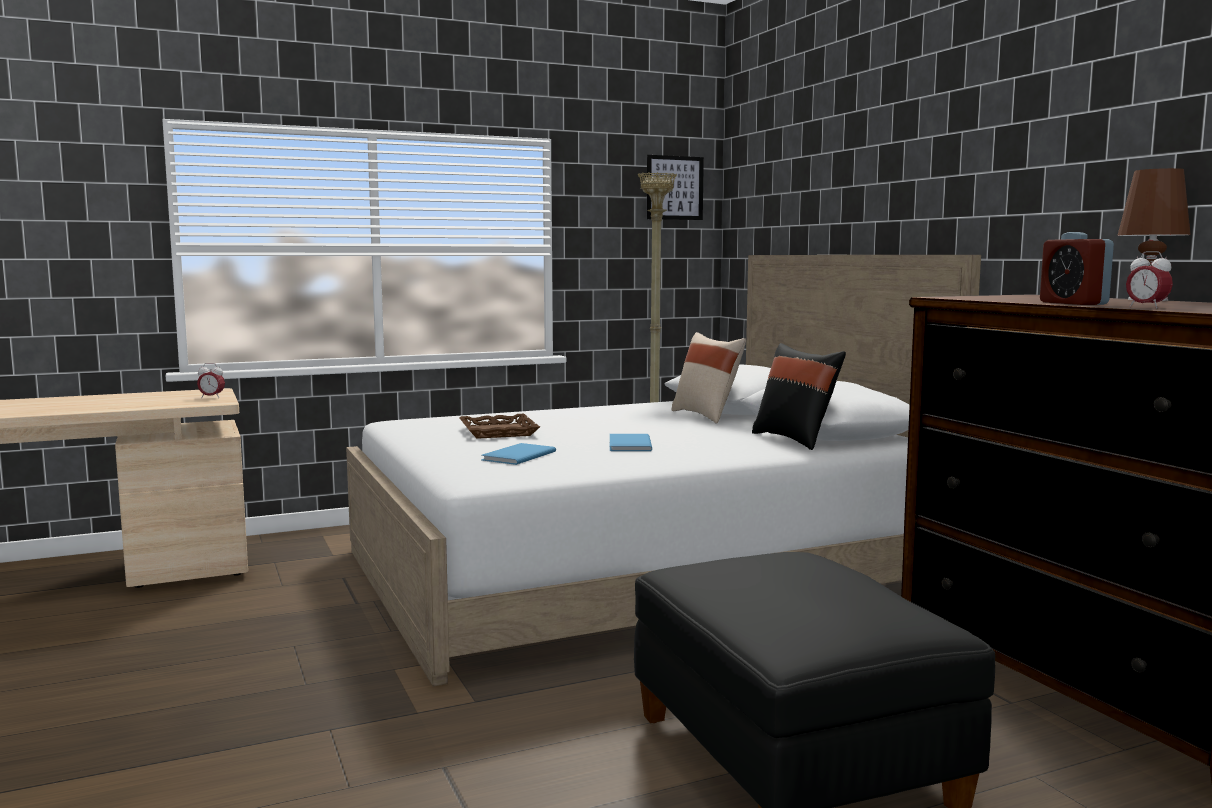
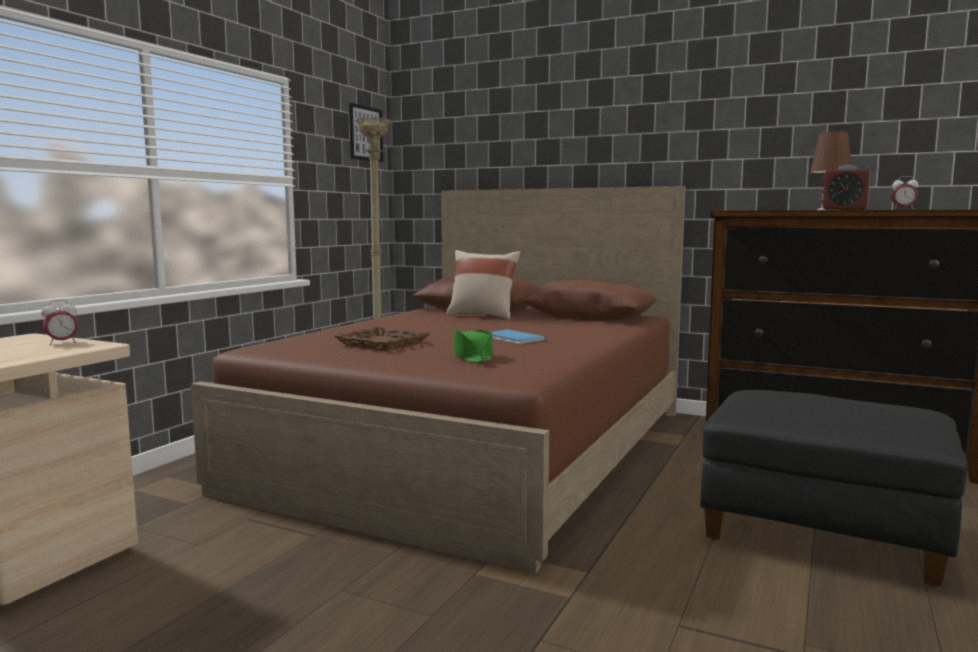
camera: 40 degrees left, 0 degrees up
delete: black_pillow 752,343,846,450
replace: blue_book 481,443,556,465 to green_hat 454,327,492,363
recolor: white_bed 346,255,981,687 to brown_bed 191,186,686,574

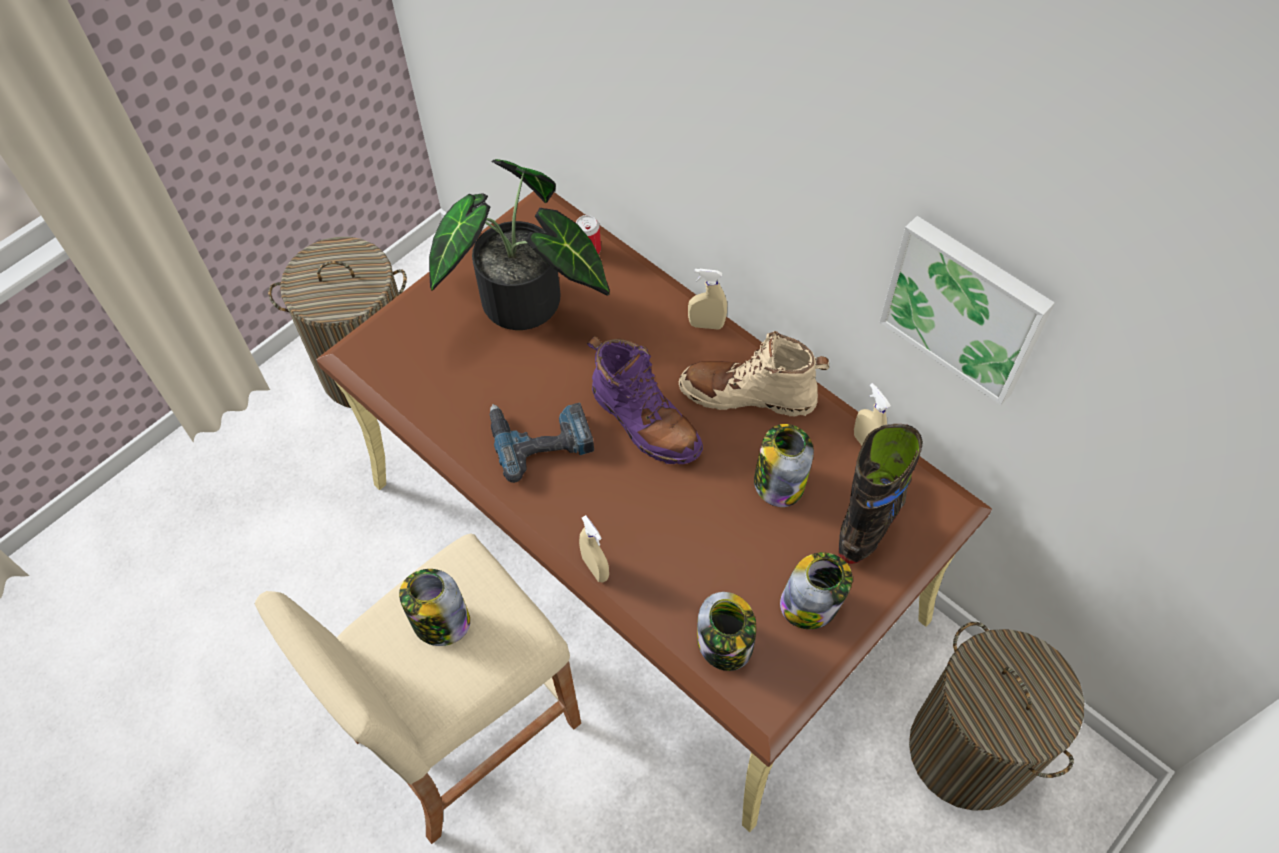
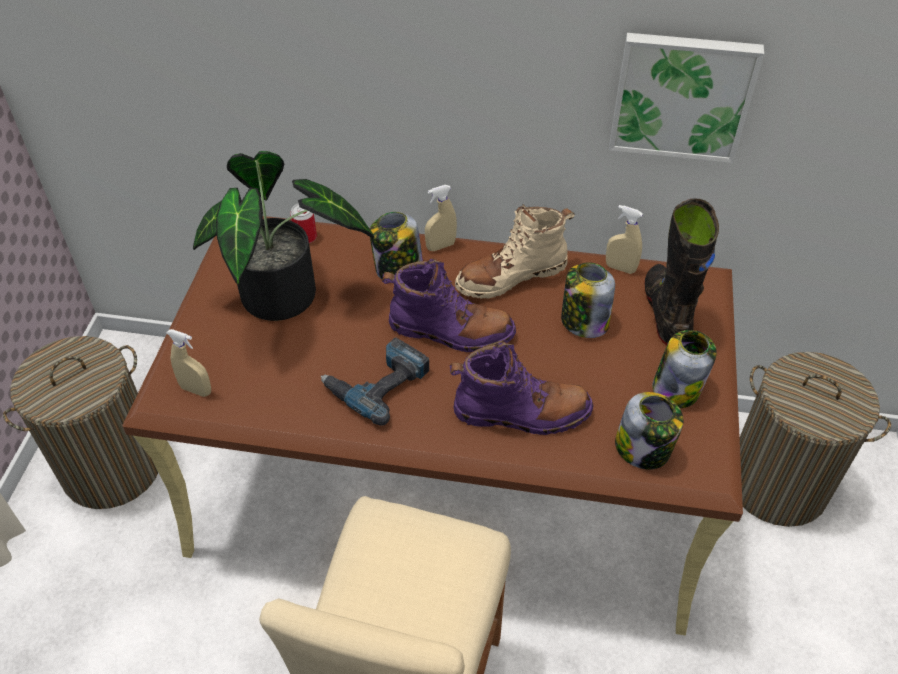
camera: 35 degrees left, 10 degrees down
insert: purple_boot 450,341,593,435
move: jar 399,569,470,646 to 370,212,423,279; beige_spray_bottle 579,515,609,583 to 167,329,211,397

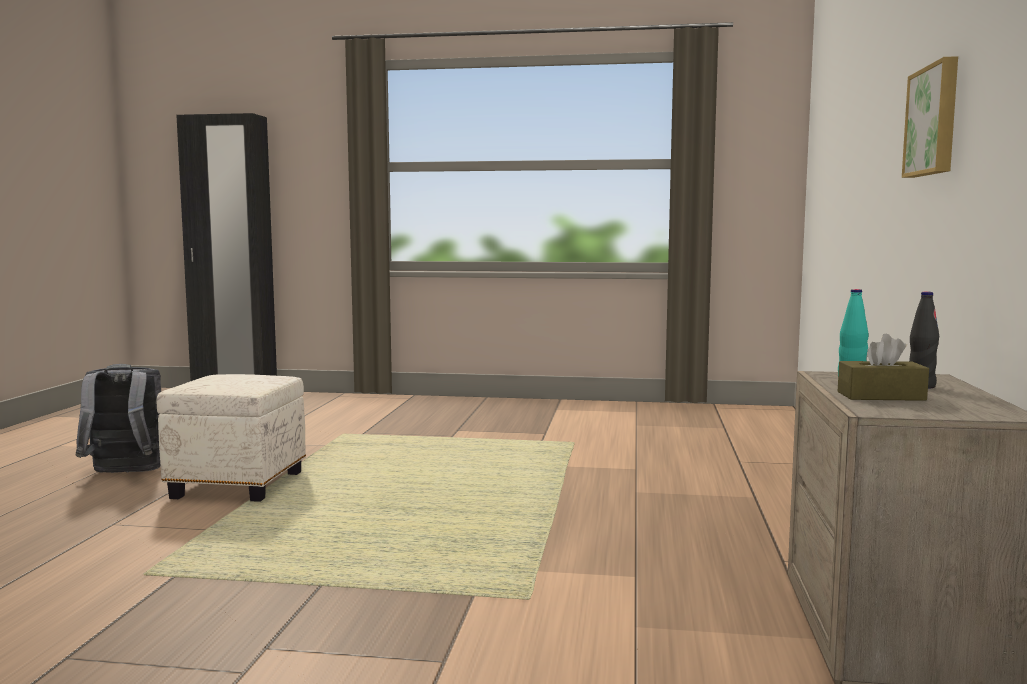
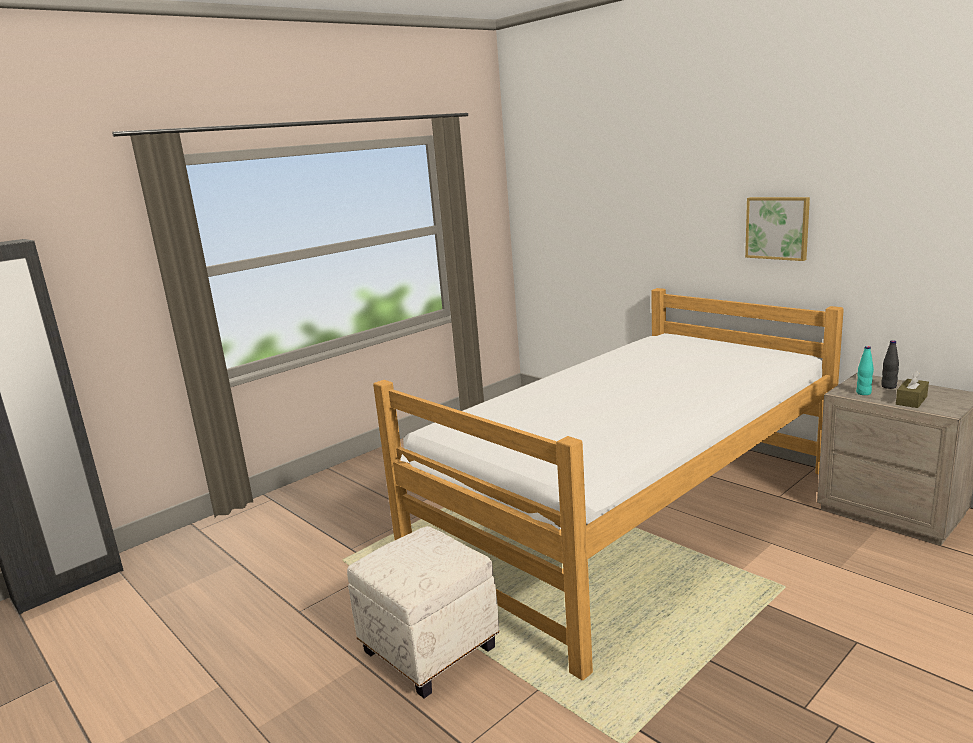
camera: 50 degrees left, 10 degrees up
delete: grey_backpack 76,364,161,473
insert: bed 373,288,844,680

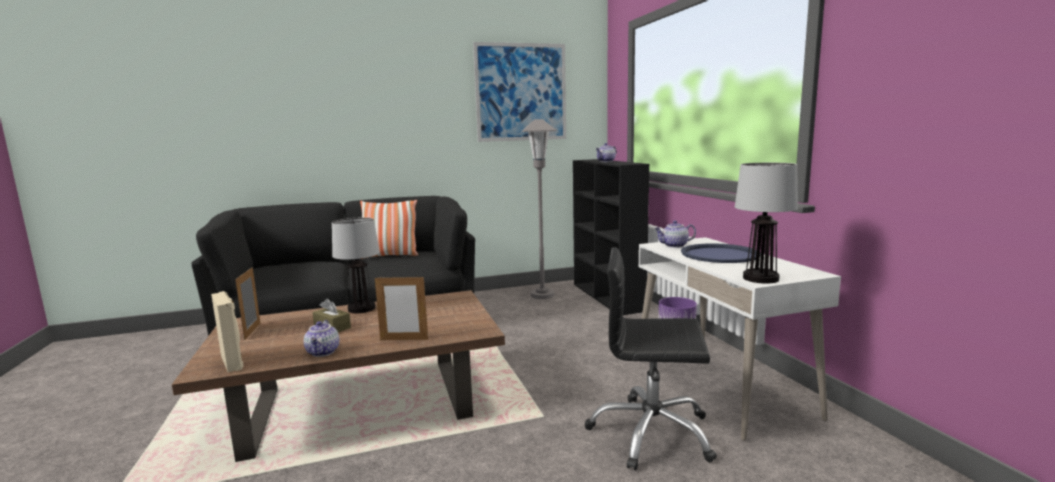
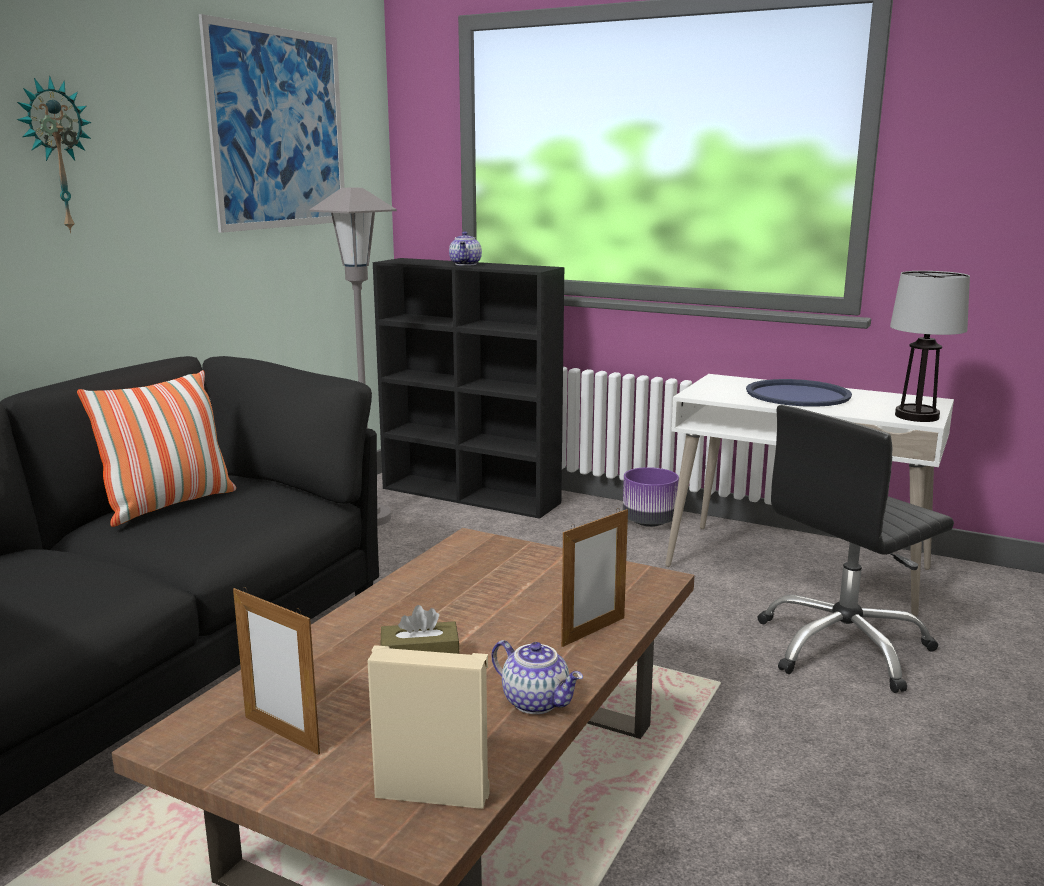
camera: 45 degrees left, 5 degrees up
delete: table_lamp 332,218,380,313; teapot 654,220,696,248
insert: wall_clock 17,76,91,233

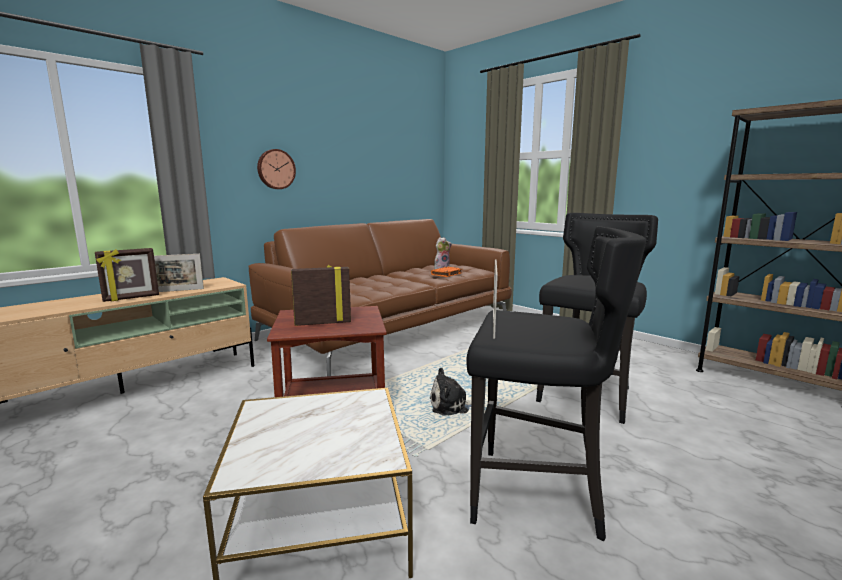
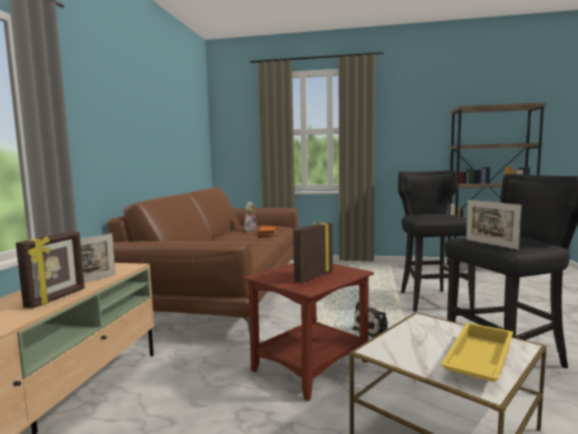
camera: 35 degrees left, 5 degrees down
delete: wall_clock 257,149,296,189
insert: yellow_tray 441,323,513,382

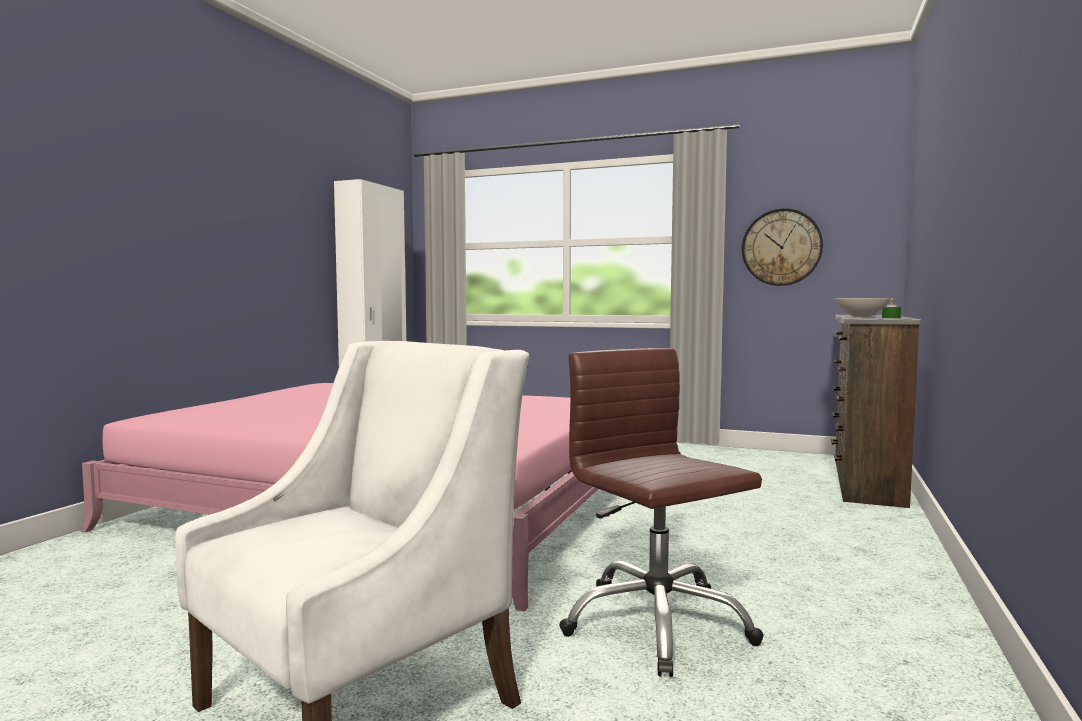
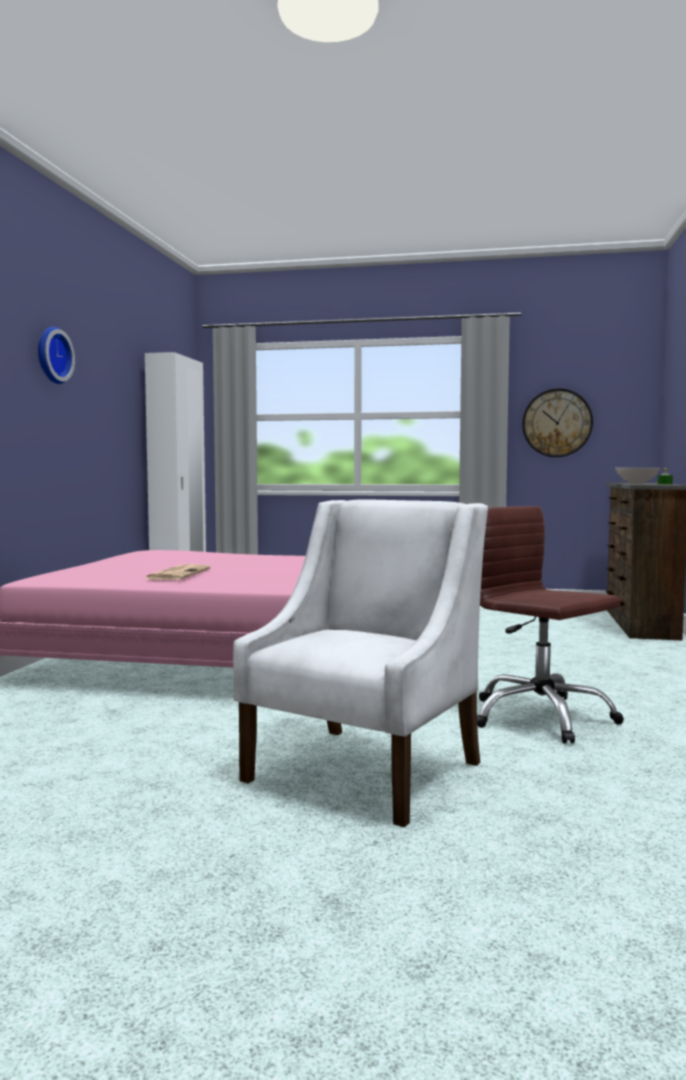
camera: 10 degrees left, 0 degrees up
insert: wall_clock 38,327,75,384; newspaper 145,564,210,580

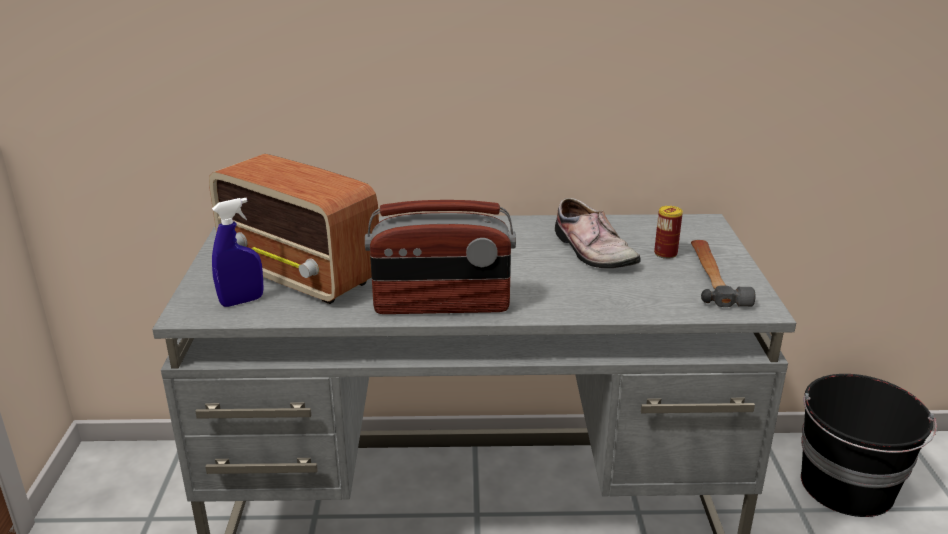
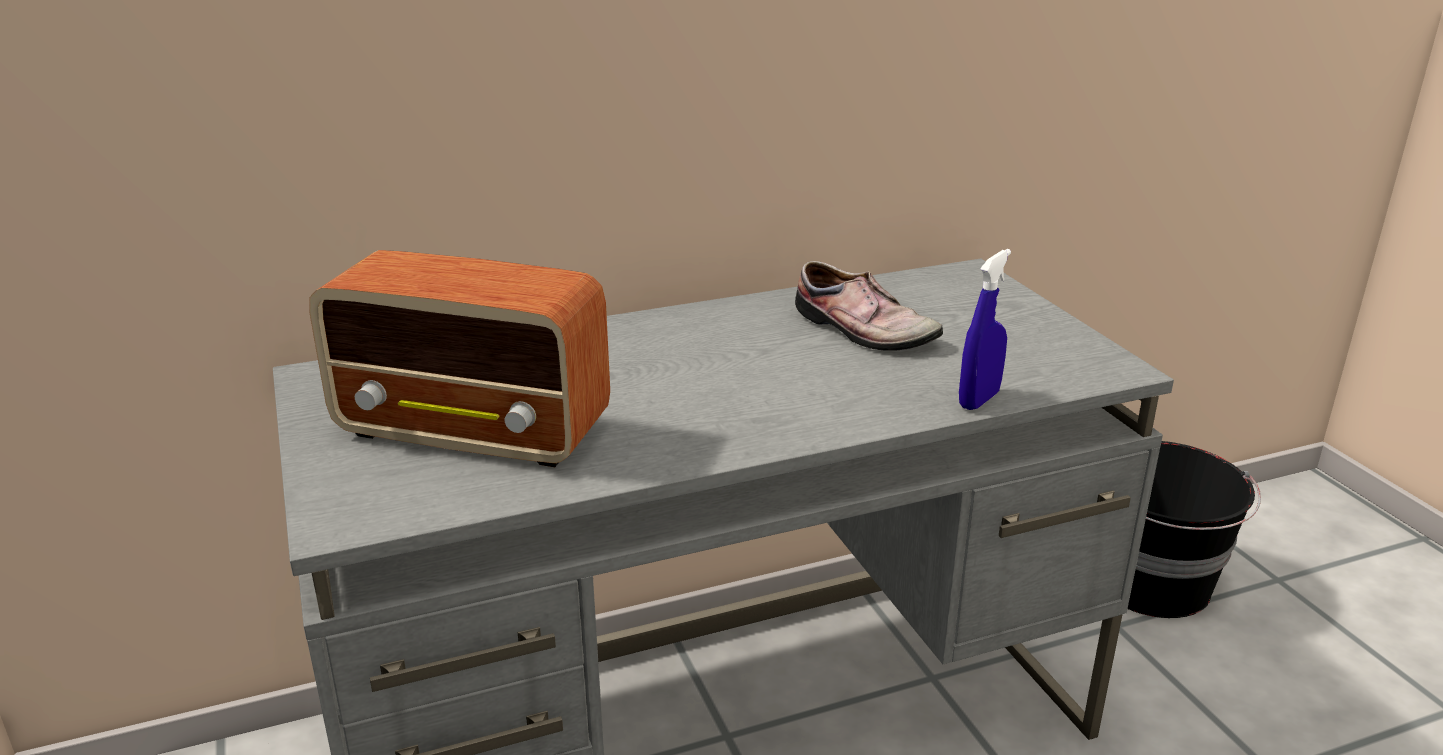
camera: 20 degrees left, 0 degrees up
delete: radio 365,200,516,314; can 654,206,683,259; hammer 691,240,755,307
move: blue_spray_bottle 212,198,264,307 to 959,249,1011,410

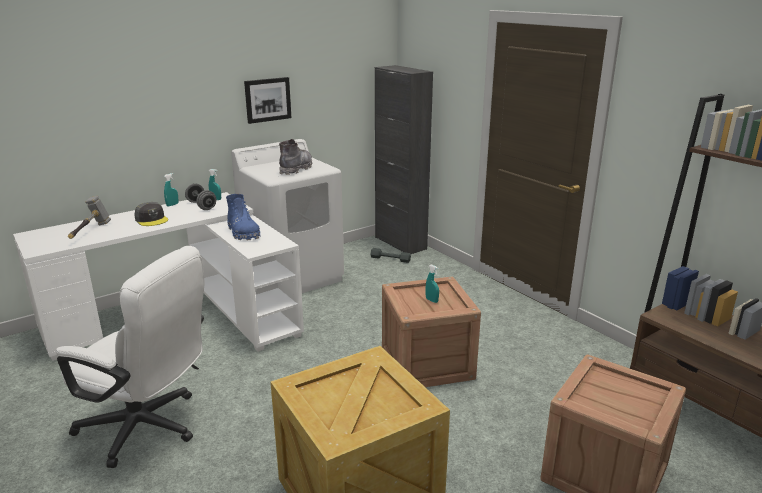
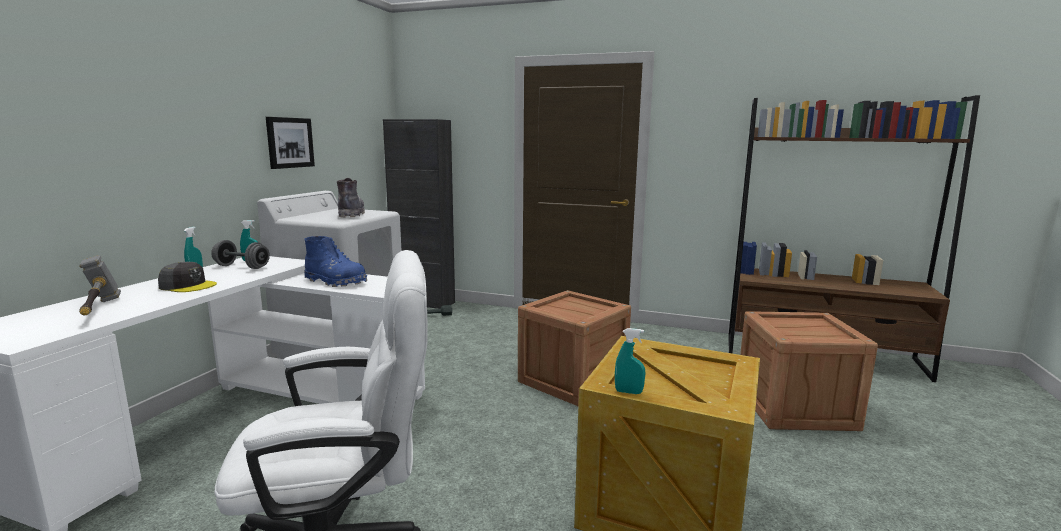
camera: 35 degrees left, 10 degrees down
move: turquoise_spray_bottle 425,264,439,303 to 615,328,645,394

